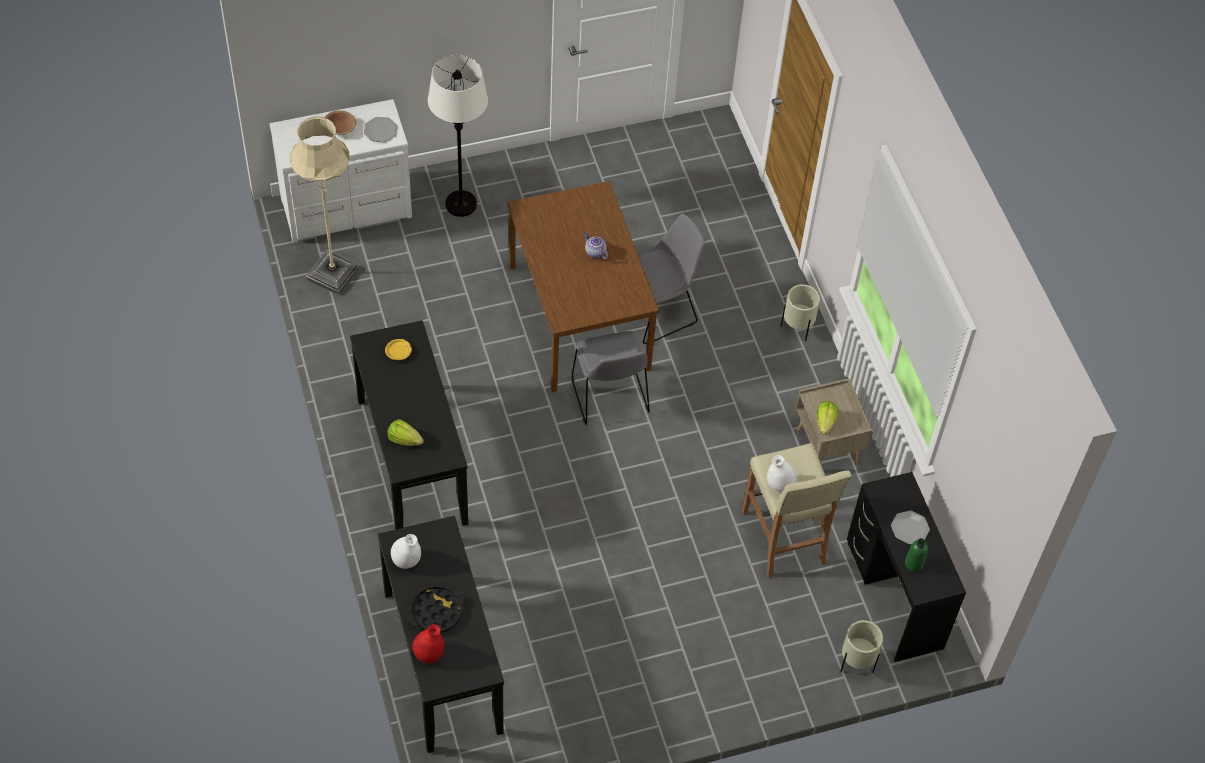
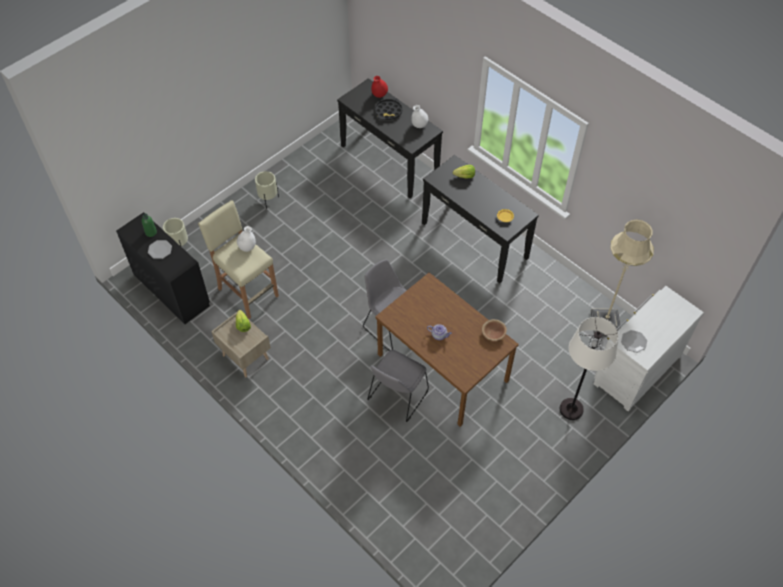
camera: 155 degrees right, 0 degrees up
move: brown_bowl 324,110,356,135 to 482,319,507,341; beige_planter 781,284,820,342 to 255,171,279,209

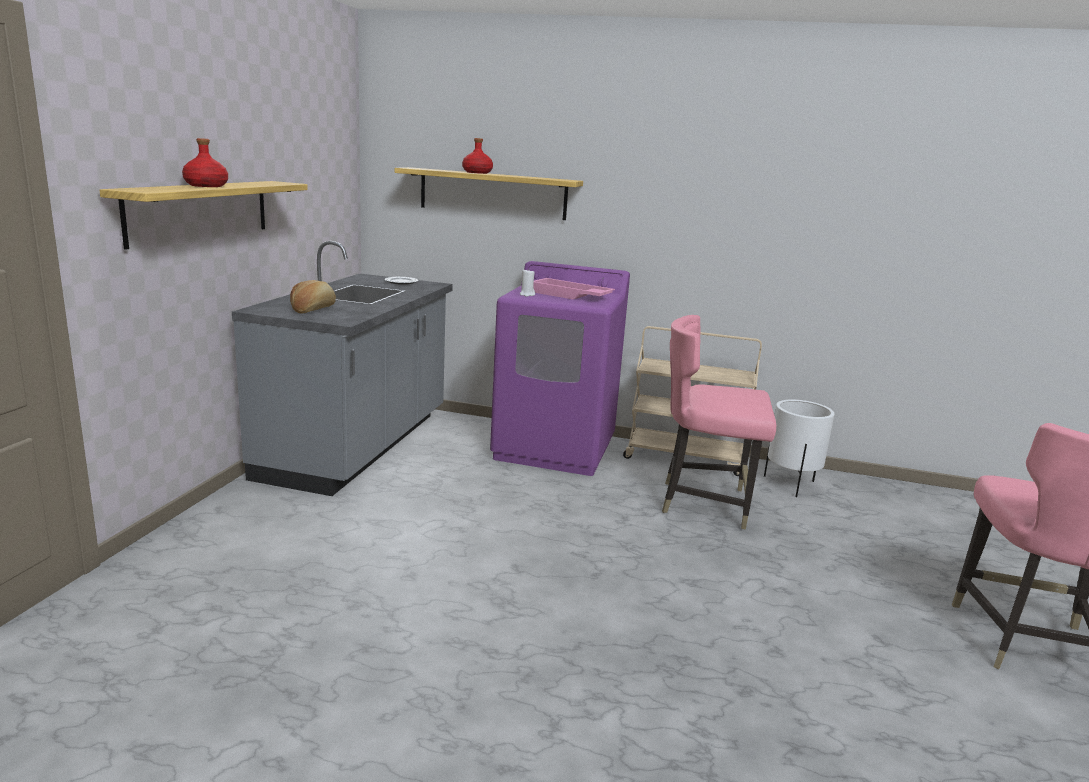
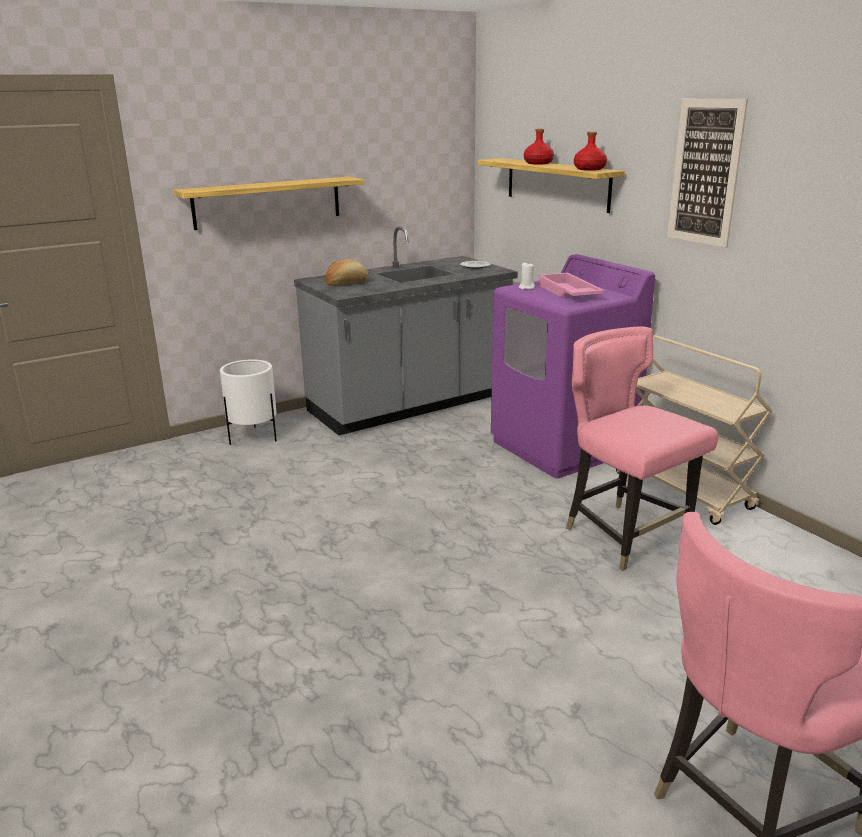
camera: 45 degrees right, 5 degrees up
insert: picture 667,99,748,248
move: red_bottle 182,138,228,187 to 574,132,607,171; white_planter 764,400,834,497 to 220,359,277,445

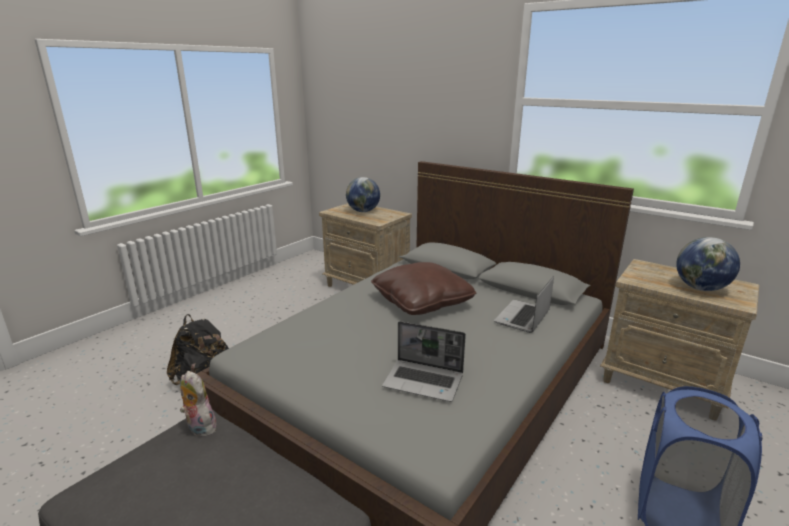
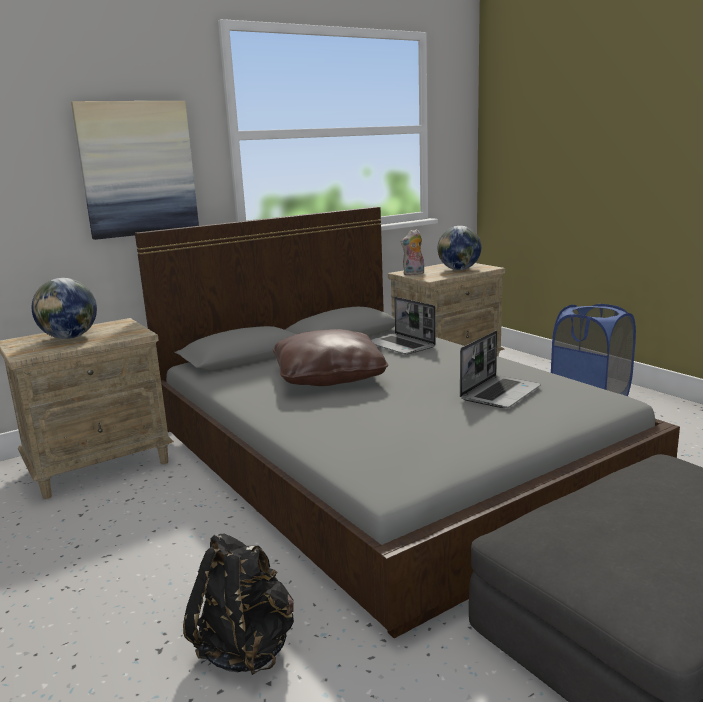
camera: 70 degrees left, 5 degrees down
insert: picture 71,101,199,240
move: plush_toy 180,371,217,437 to 400,229,424,276

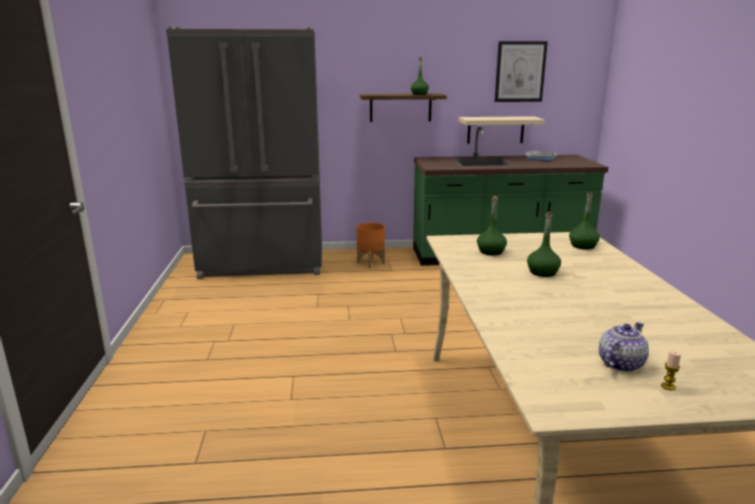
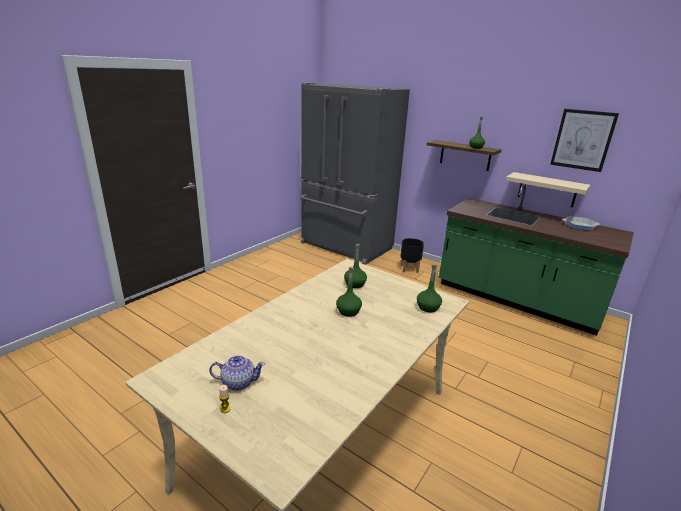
camera: 40 degrees right, 5 degrees up
recolor: orange_planter 357,223,385,268 to black_planter 400,238,424,273

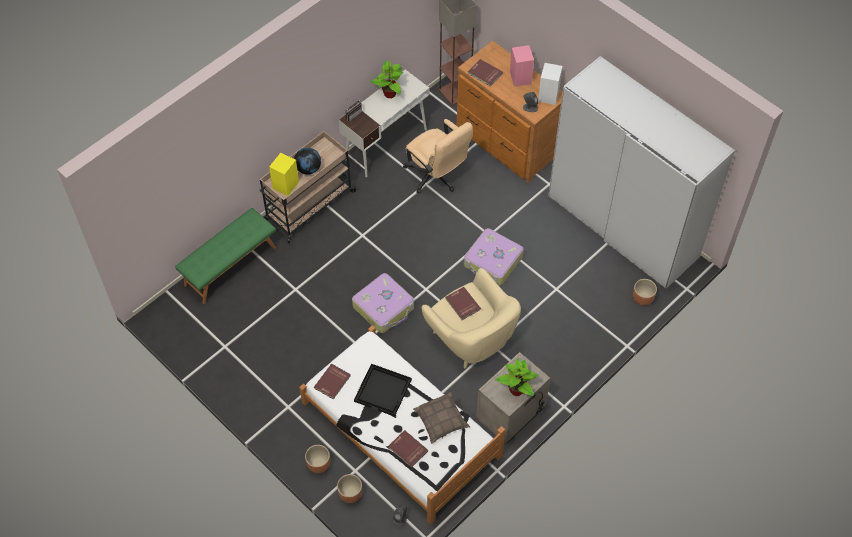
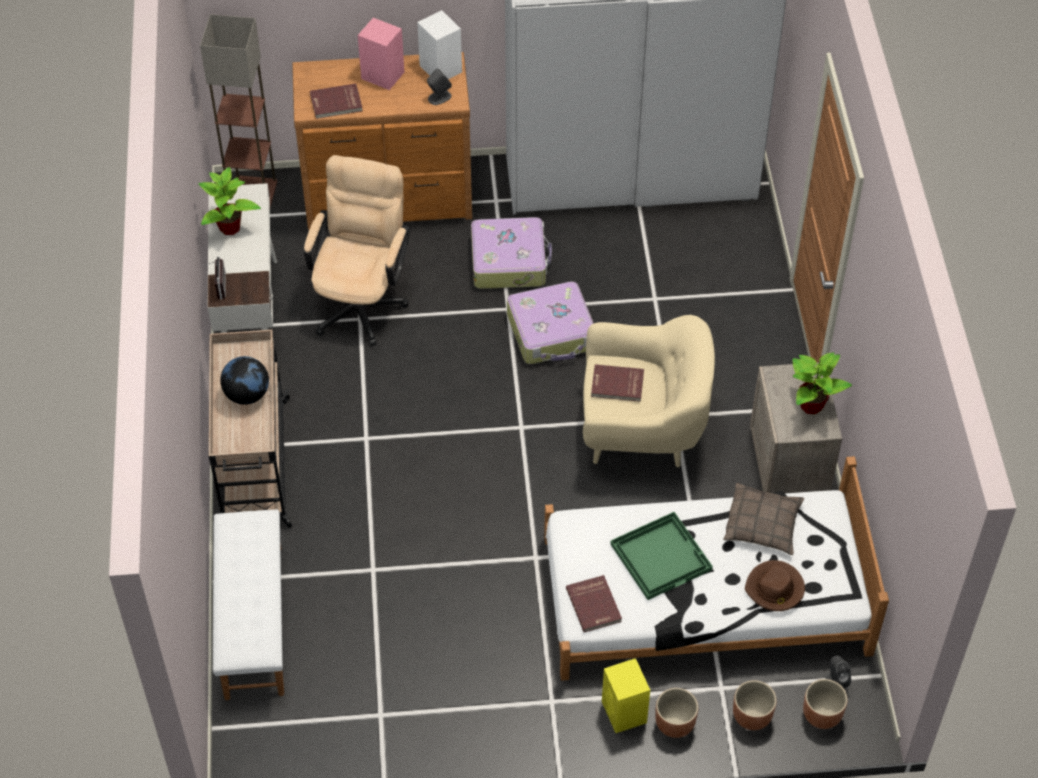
camera: 50 degrees left, 5 degrees down
move: yellow_speaker 269,153,299,196 to 602,658,650,733; suitcase 352,273,414,333 to 471,217,552,289; brown_planter 633,279,657,305 to 803,679,848,729
replace: red_book 388,430,428,468 to brown_hat 745,560,805,611
recolor: green_bench 175,208,276,304 to white_bench 213,509,284,700; black_tray 354,364,412,417 to green_tray 610,512,713,600
rotate: beige_office_chair 403,119,473,194 = 304,155,410,346 75 degrees counterclockwise

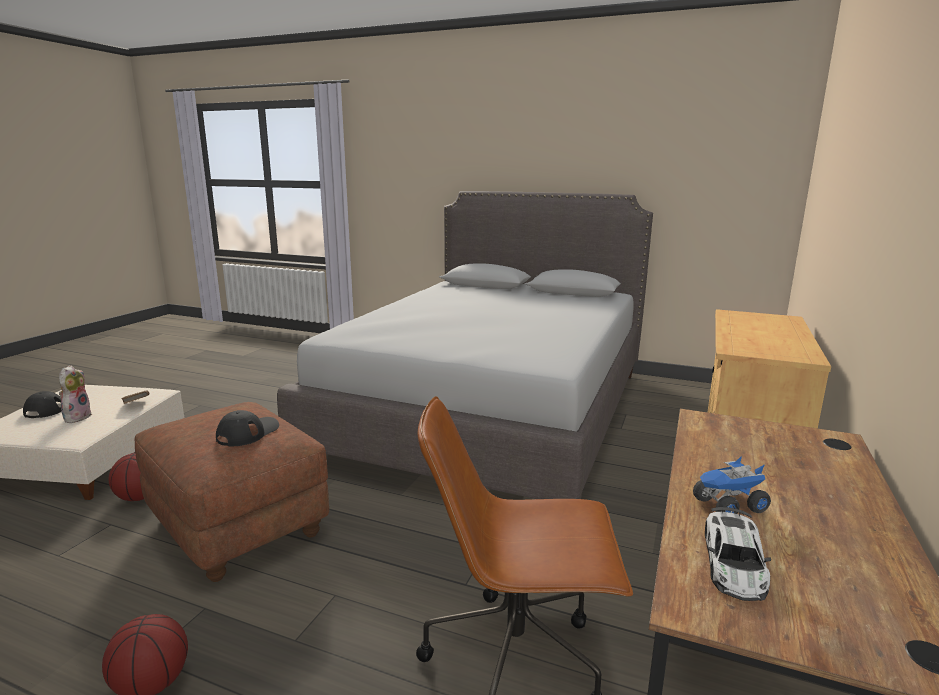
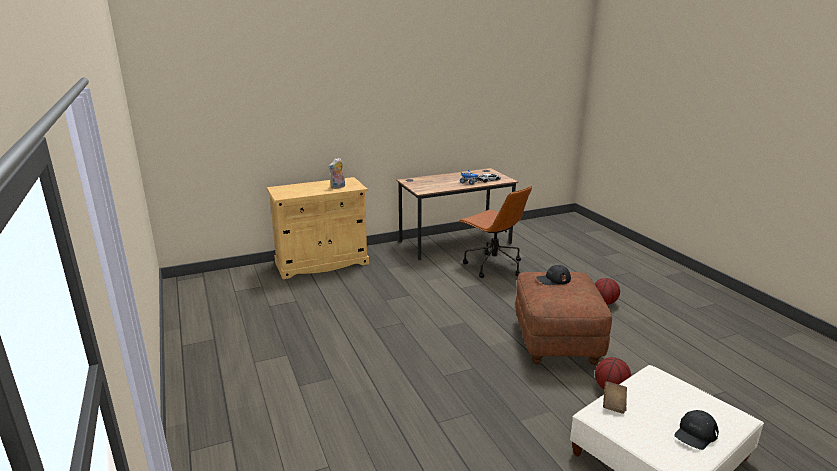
camera: 135 degrees left, 5 degrees up
delete: grey_bed 277,191,653,499
move: plush_toy 59,365,92,423 to 328,158,345,189

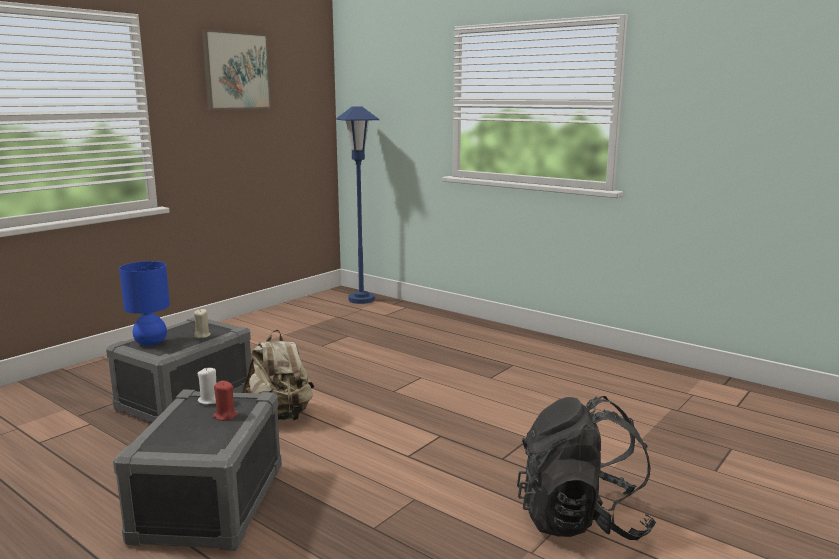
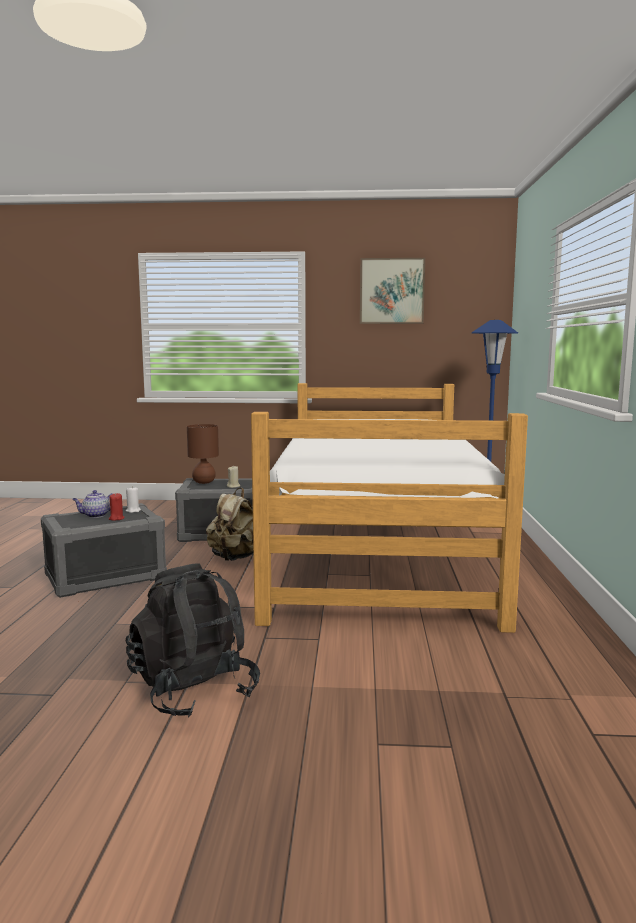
camera: 55 degrees right, 5 degrees down
insert: teapot 72,490,113,518; bed 251,383,528,633
recolor: blue_table_lamp 119,261,170,345 to brown_table_lamp 187,424,219,484

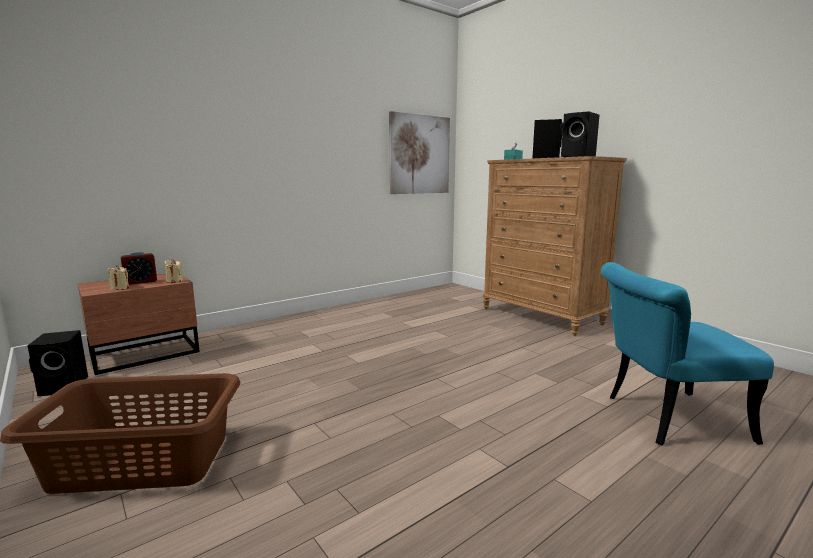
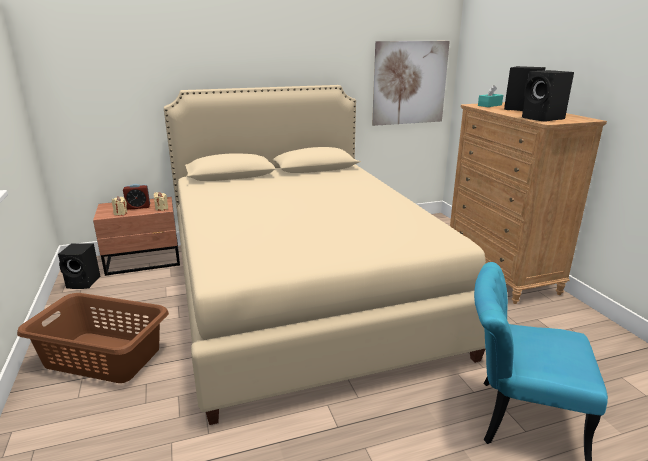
camera: 20 degrees right, 10 degrees up
insert: beige_bed 164,85,486,425

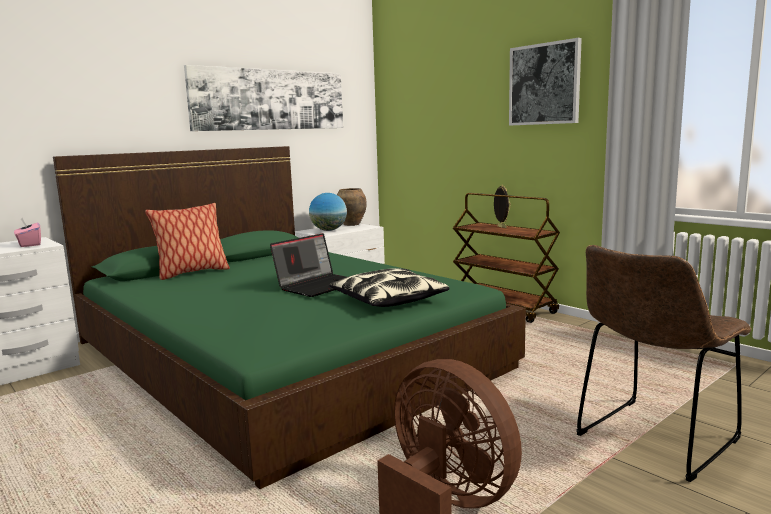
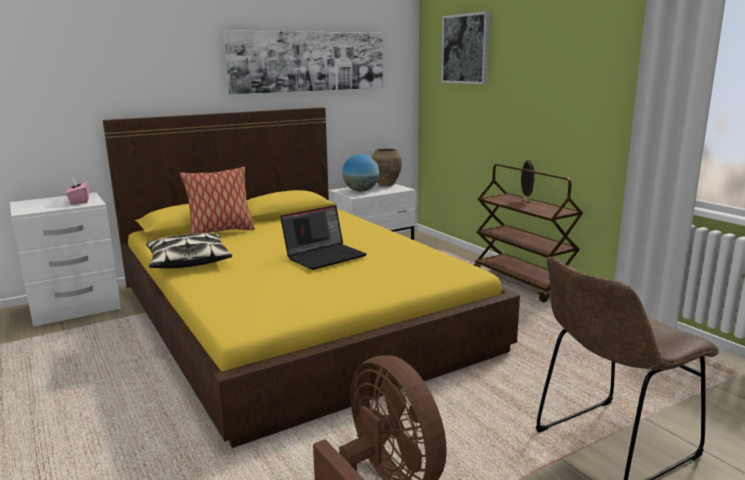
camera: 10 degrees right, 5 degrees up
move: pillow 329,268,449,307 to 146,233,232,268; picture 509,38,582,126 to 441,11,490,84
recolor: green_bed 53,146,526,489 to yellow_bed 103,107,520,448

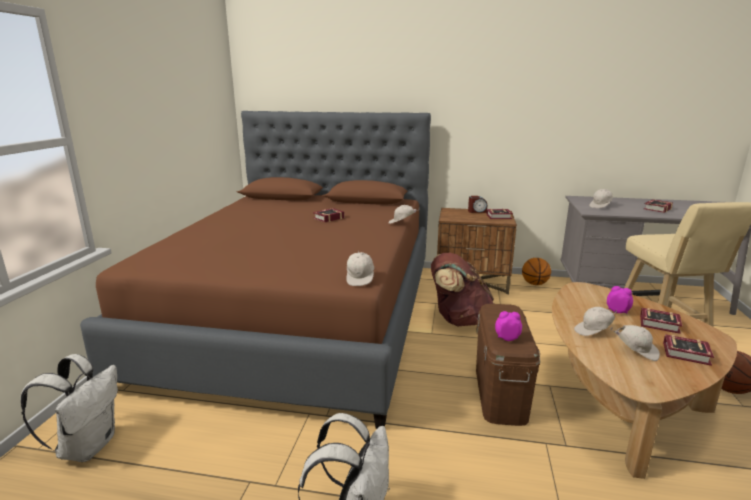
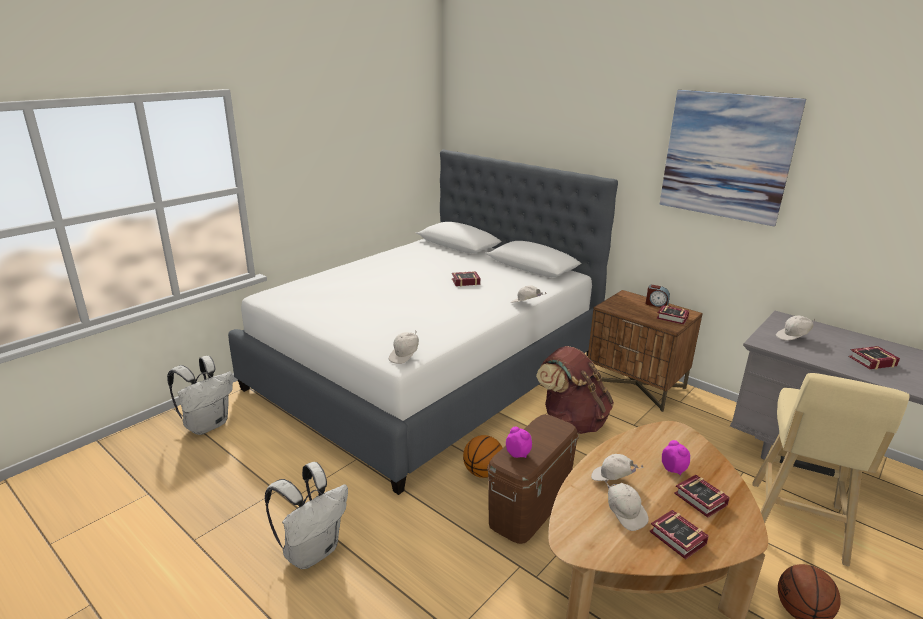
camera: 30 degrees right, 5 degrees up
insert: picture 660,90,806,226
move: basketball 522,258,551,285 to 463,435,503,478
recolor: brown_bed 80,111,431,429 to white_bed 228,150,618,495

